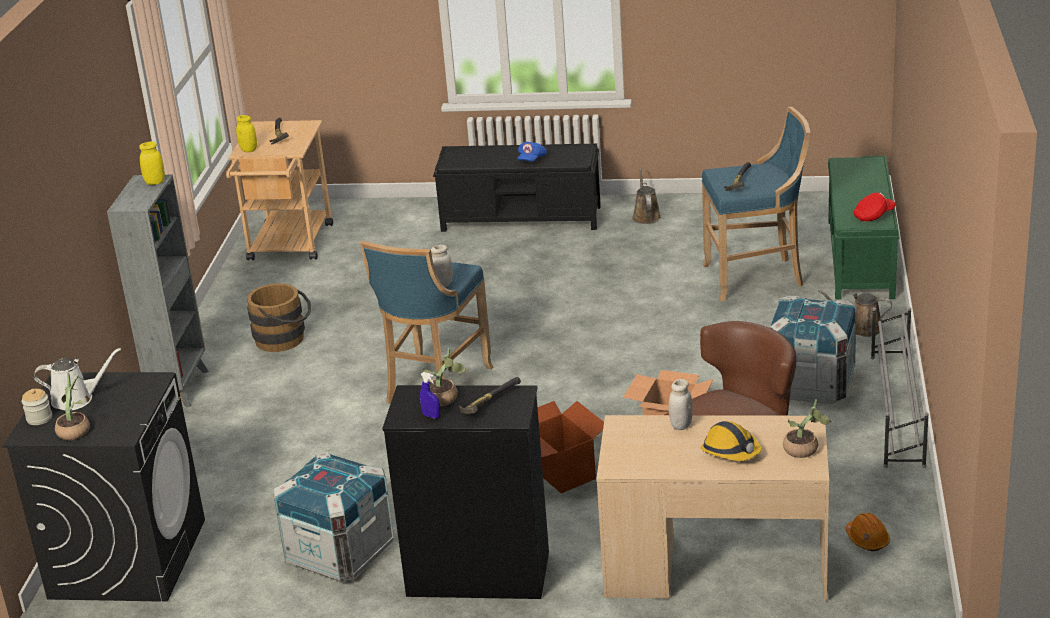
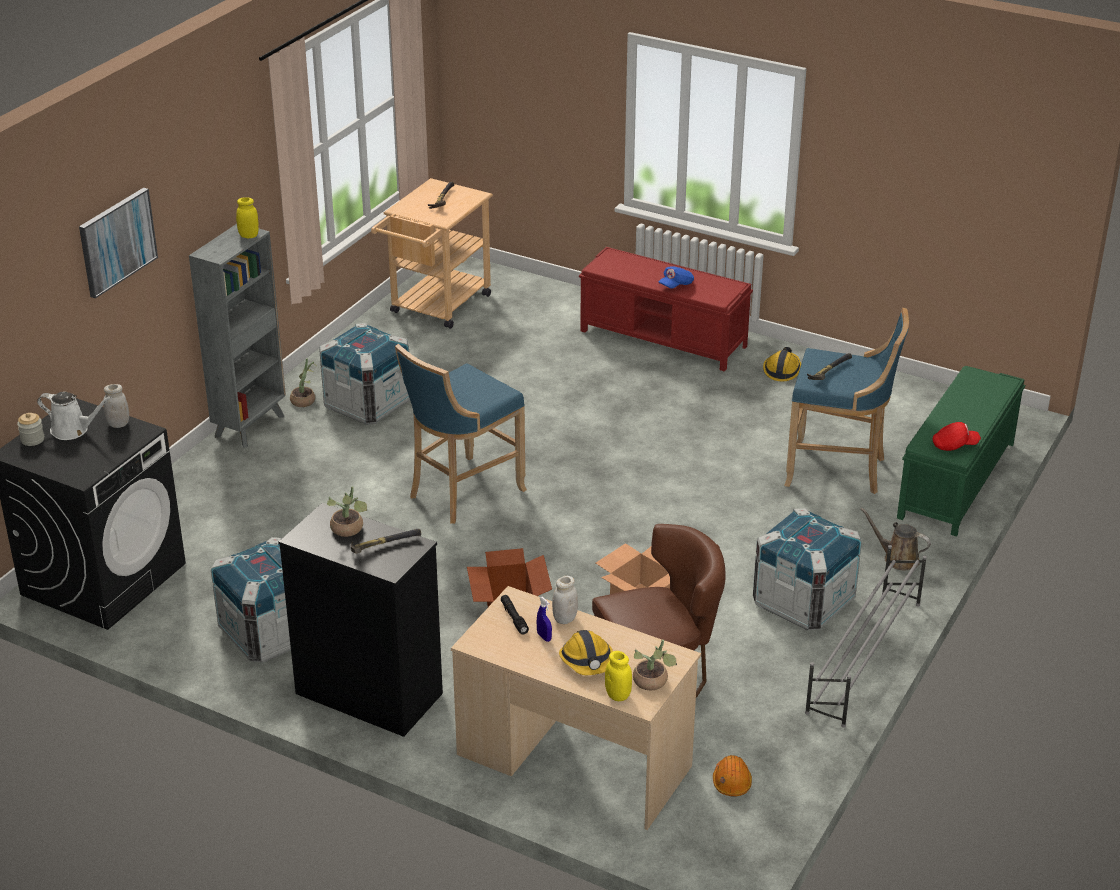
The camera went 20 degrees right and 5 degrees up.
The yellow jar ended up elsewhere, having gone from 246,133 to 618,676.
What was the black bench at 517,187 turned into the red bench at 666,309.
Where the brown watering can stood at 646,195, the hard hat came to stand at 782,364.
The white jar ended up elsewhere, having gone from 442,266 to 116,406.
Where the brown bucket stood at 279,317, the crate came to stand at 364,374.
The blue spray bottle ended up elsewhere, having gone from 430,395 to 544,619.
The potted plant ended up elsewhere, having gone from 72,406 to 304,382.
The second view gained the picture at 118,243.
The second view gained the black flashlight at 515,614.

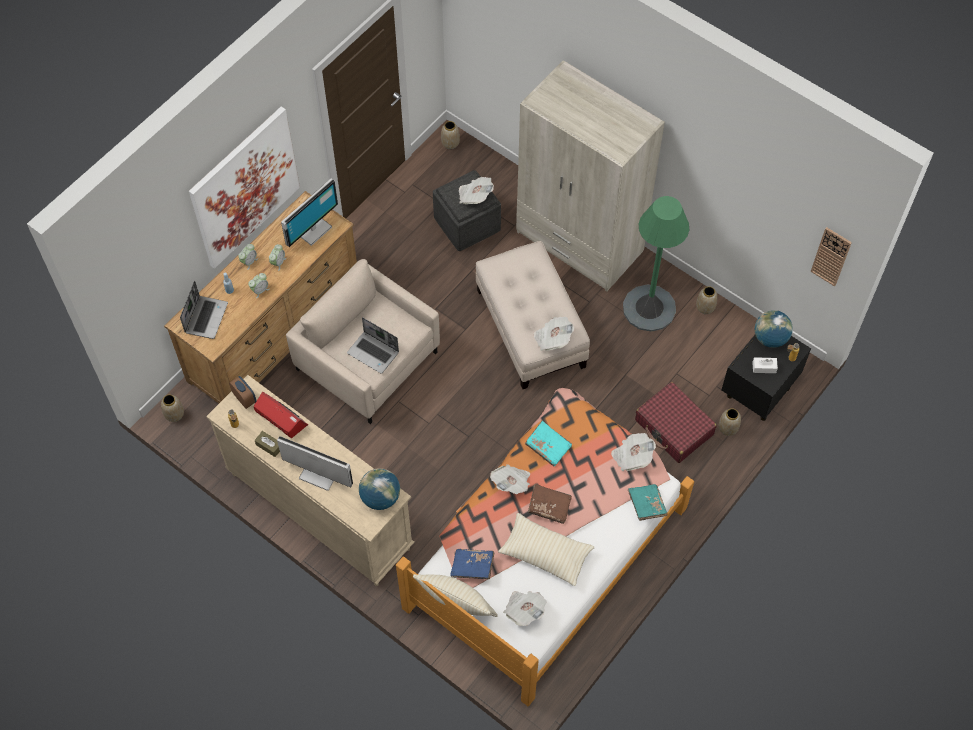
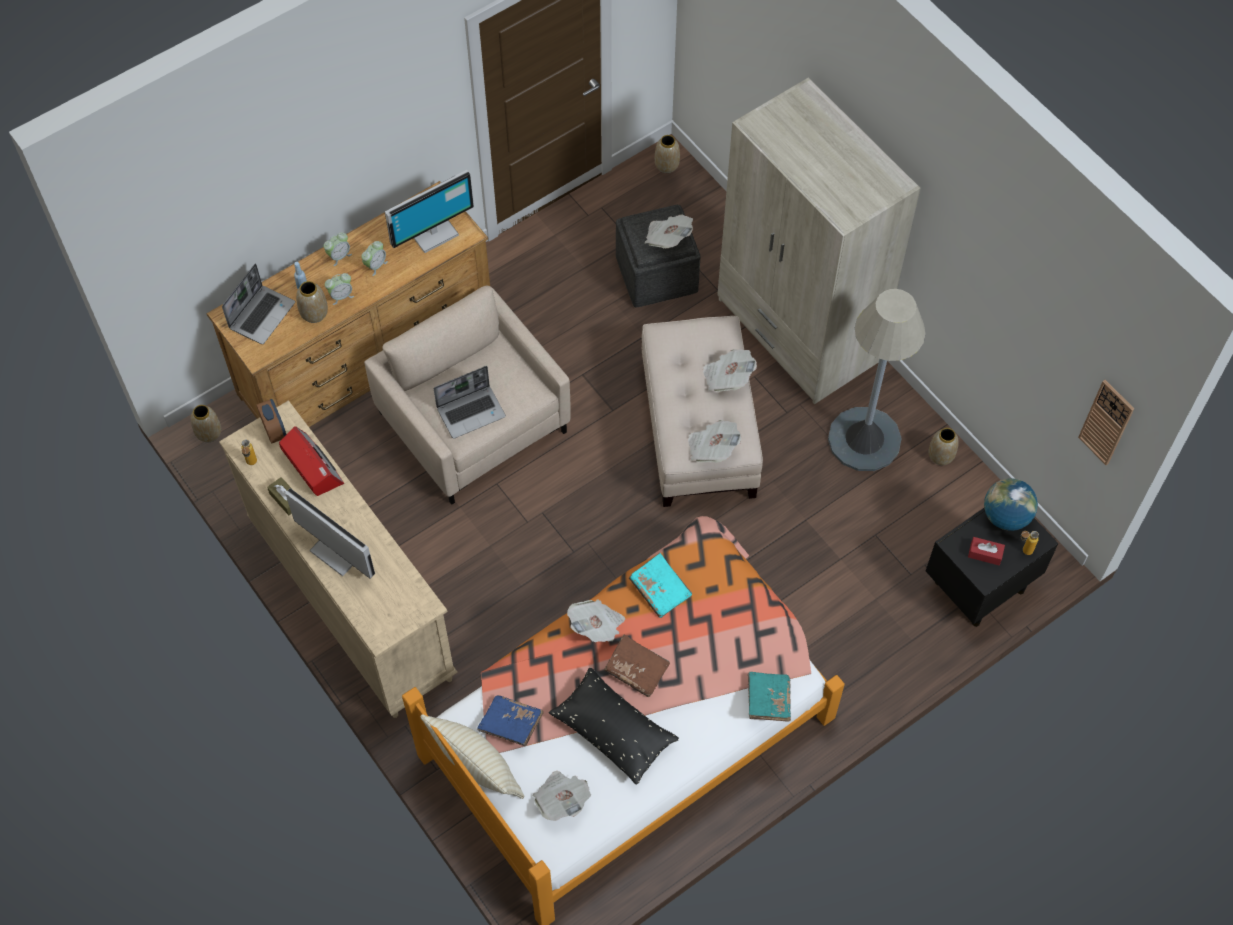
The camera went 15 degrees right and 0 degrees up.
The second view lost the picture at 244,187.
What was the green floor lamp at 656,264 turned into the grey floor lamp at 877,380.
The laptop at 373,345 ended up facing another way, 75 degrees counterclockwise from before.
What was the white tissue box at 765,365 turned into the red tissue box at 986,551.
The second view lost the red suitcase at 676,422.
The vase ended up elsewhere, having gone from 730,422 to 312,302.
The newspaper ended up elsewhere, having gone from 633,452 to 730,370.
The second view lost the globe at 379,489.
What was the beige pillow at 546,549 turned into the black pillow at 614,726.

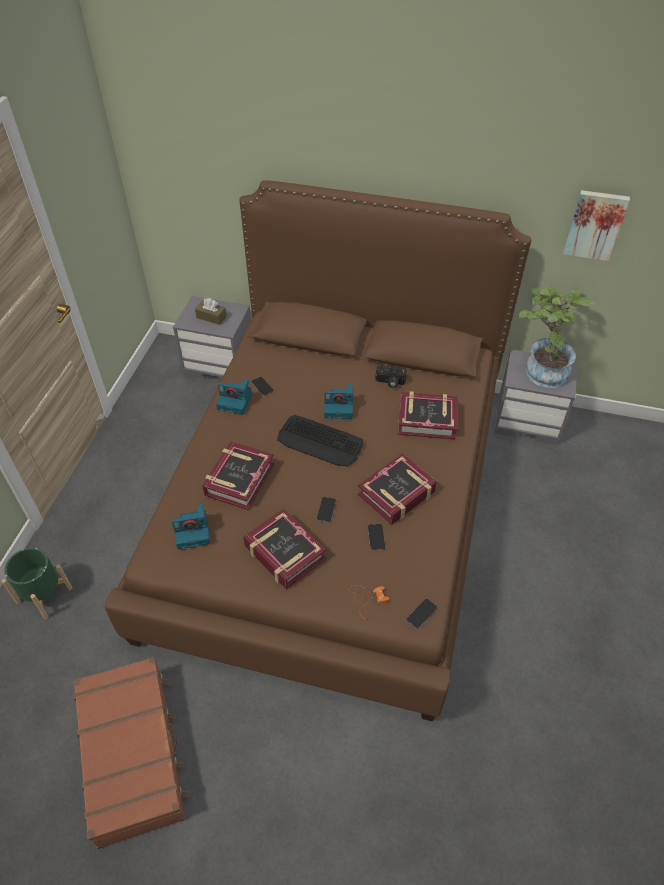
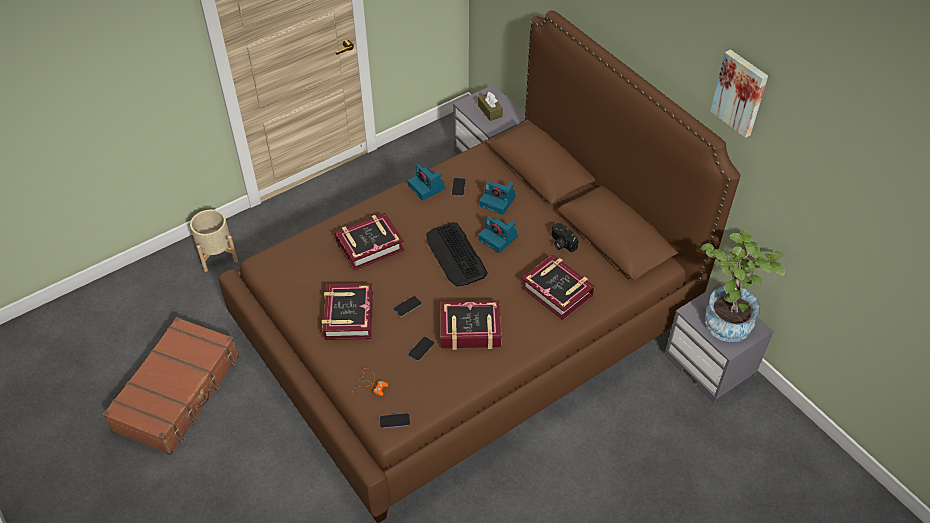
The camera went 40 degrees right and 0 degrees up.
The picture ended up elsewhere, having gone from 596,225 to 739,93.
The photo camera ended up elsewhere, having gone from 191,526 to 498,198.
What was the green planter at 37,583 turned into the beige planter at 214,241.

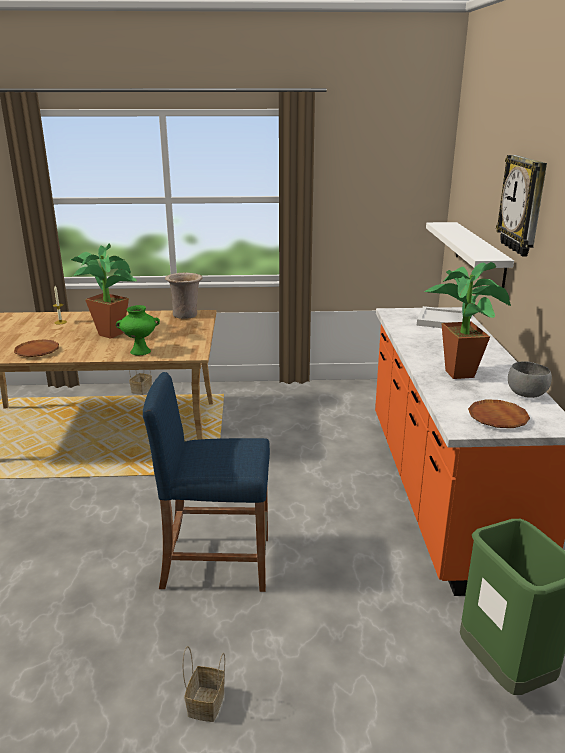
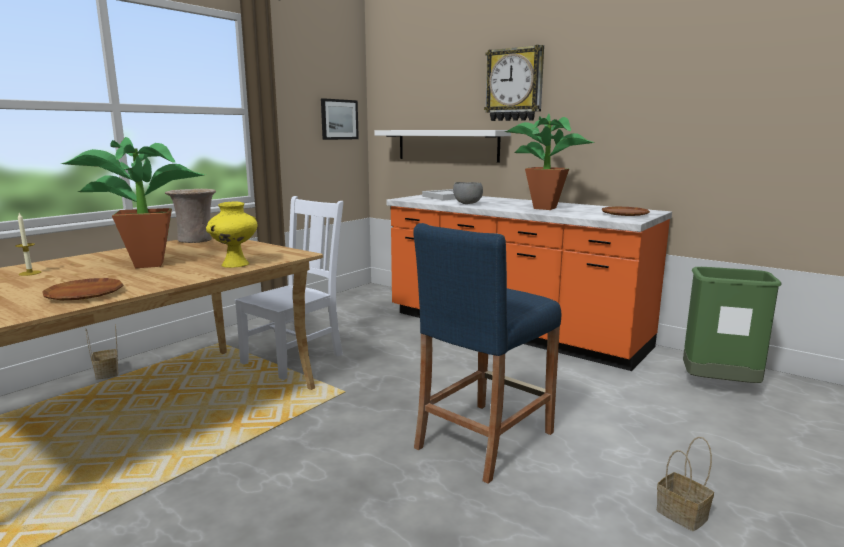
The camera went 50 degrees left and 10 degrees down.
What was the green vase at 138,330 turned into the yellow vase at 232,235.
The grey bowl ended up elsewhere, having gone from 530,379 to 468,193.
The second view gained the picture at 340,119.
The second view gained the white chair at 289,288.

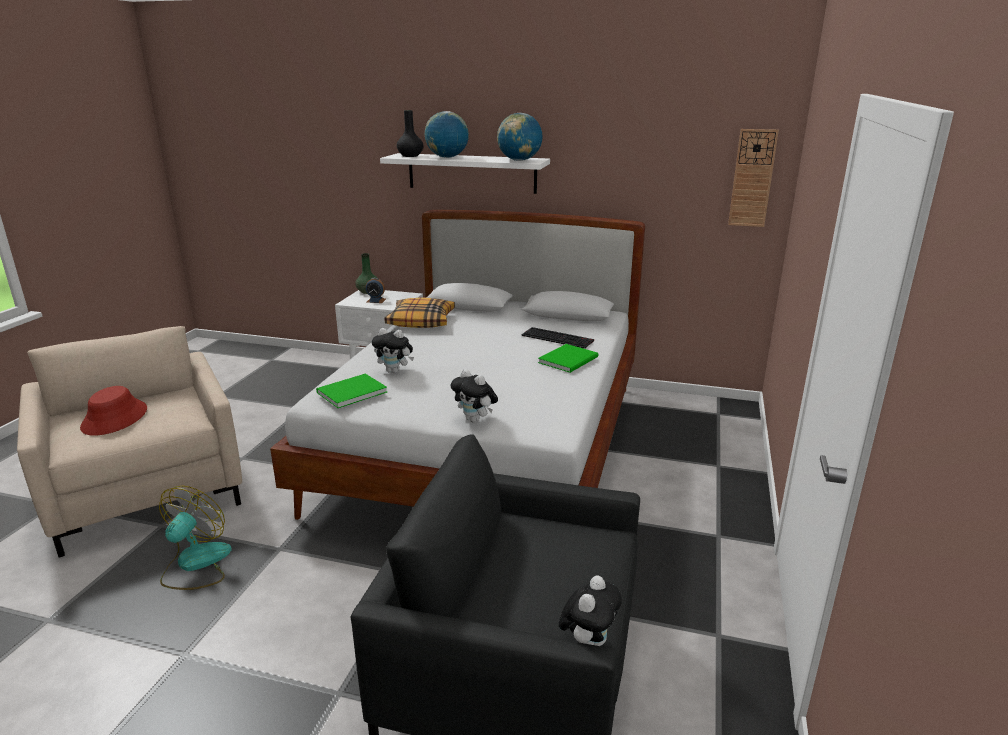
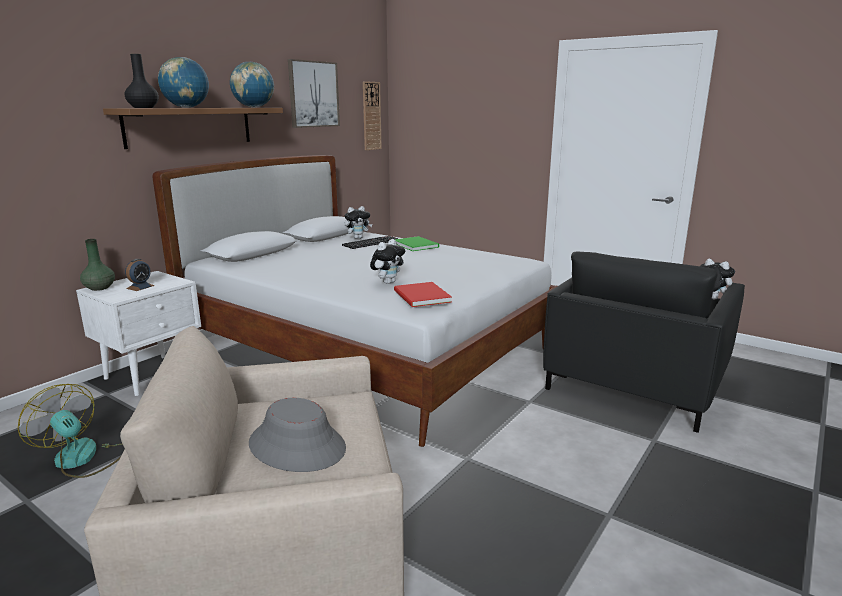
The camera went 70 degrees left and 5 degrees down.
What was the white shelf at 465,173 turned into the brown shelf at 193,128.
The second view lost the pillow at 419,313.
The plush toy ended up elsewhere, having gone from 474,396 to 358,222.
What was the green book at 351,391 turned into the red book at 423,294.
What was the red hat at 113,411 turned into the grey hat at 297,435.
The fan ended up elsewhere, having gone from 195,538 to 70,431.
The second view gained the picture at 314,93.

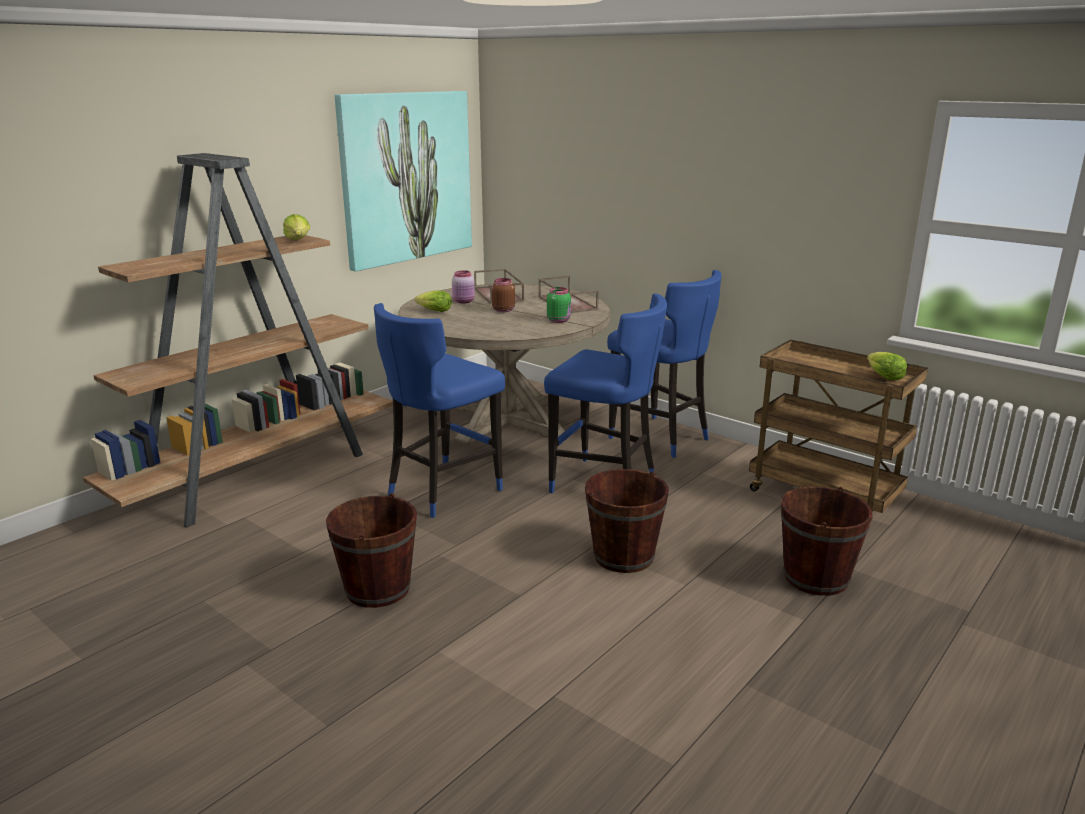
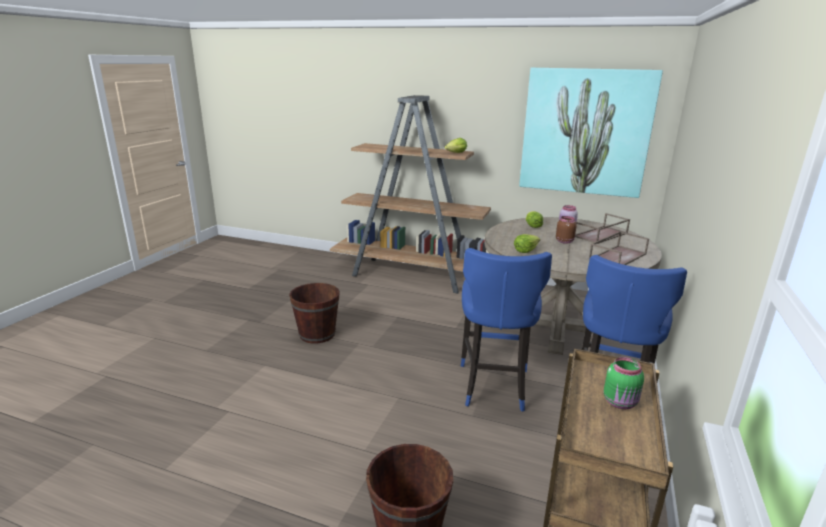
The camera went 70 degrees right and 0 degrees up.
The green jar ended up elsewhere, having gone from 559,305 to 624,383.
The second view lost the blue stool at 439,410.
The lettuce ended up elsewhere, having gone from 887,366 to 527,243.
The second view lost the brown bucket at 627,521.

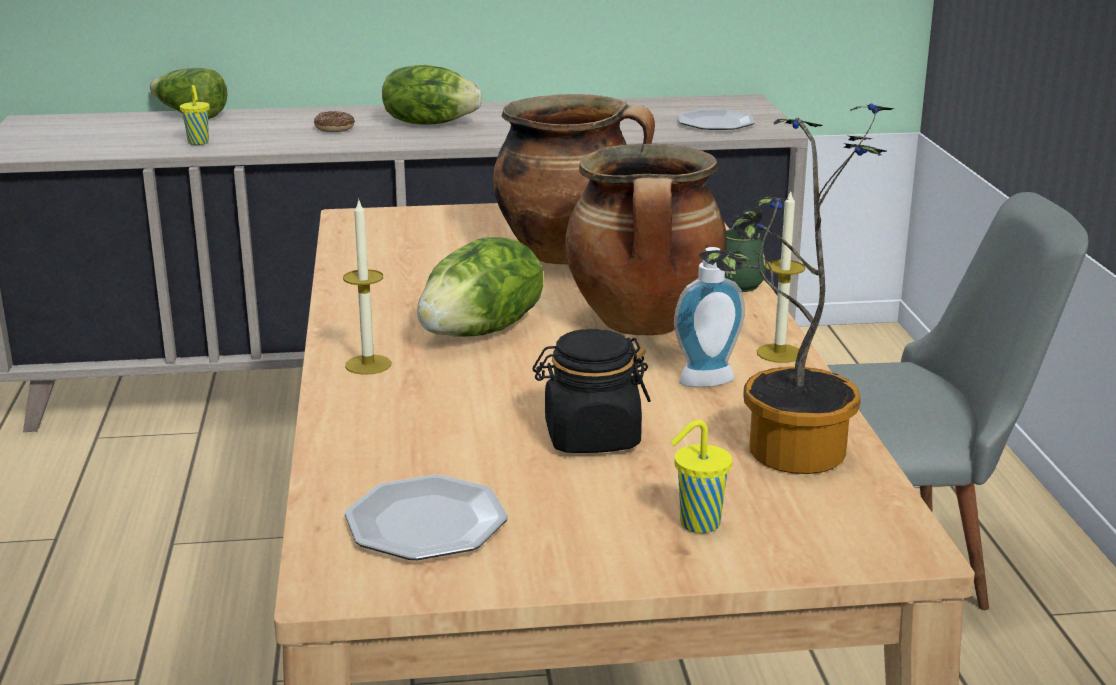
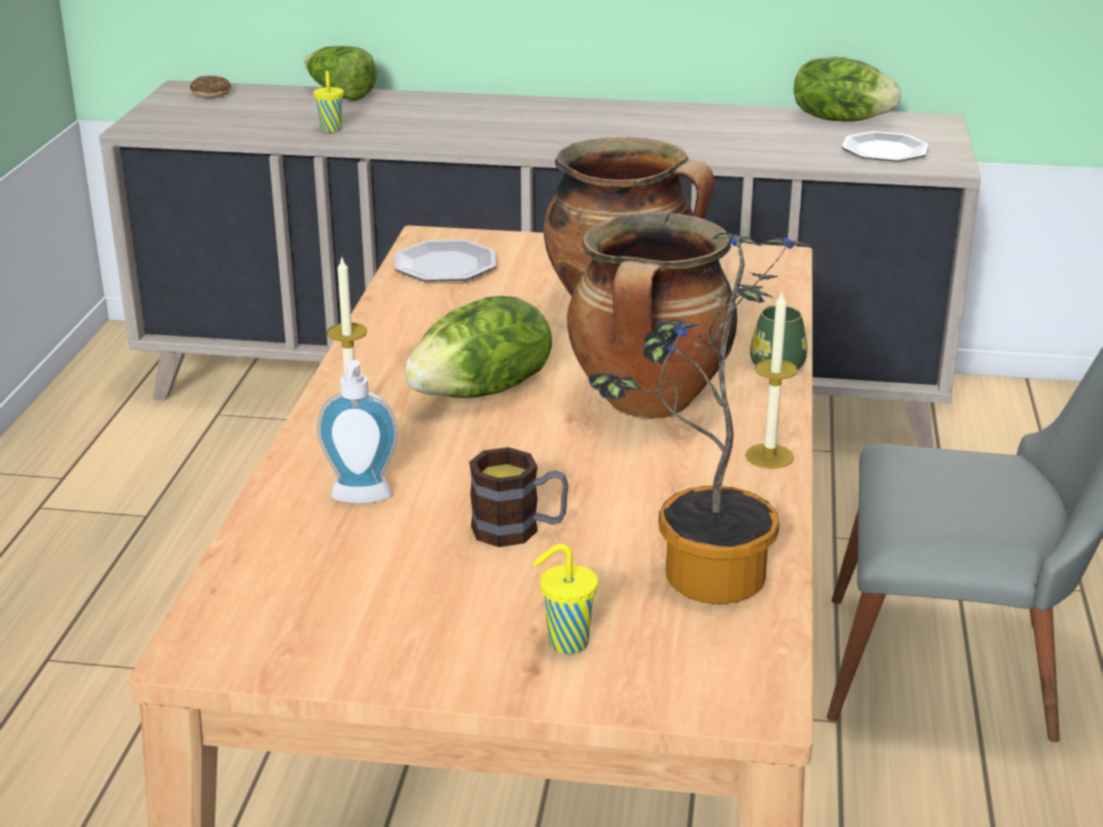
The camera went 15 degrees right and 5 degrees up.
The lettuce ended up elsewhere, having gone from 432,95 to 847,89.
The donut ended up elsewhere, having gone from 334,121 to 210,87.
The soap dispenser ended up elsewhere, having gone from 709,317 to 357,432.
Where the black jar stood at 591,391, the mug came to stand at 518,497.
The plate ended up elsewhere, having gone from 426,517 to 445,261.

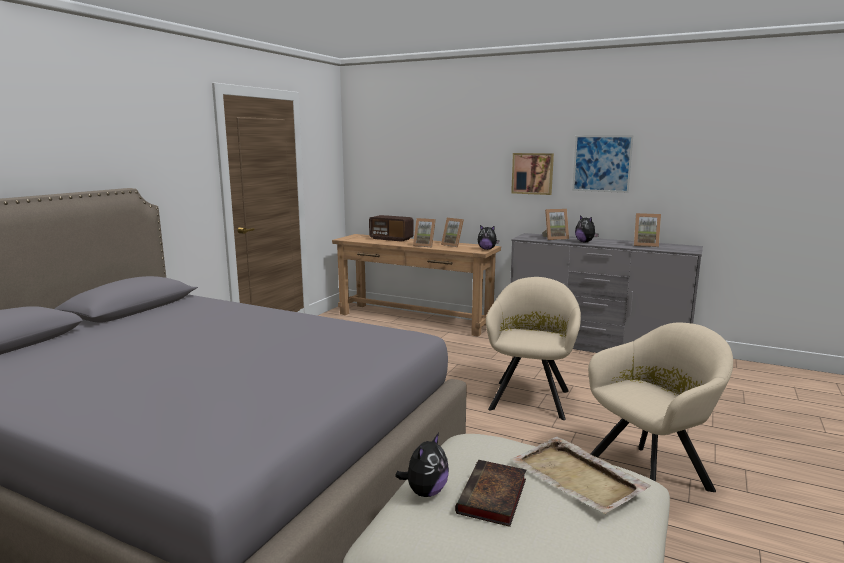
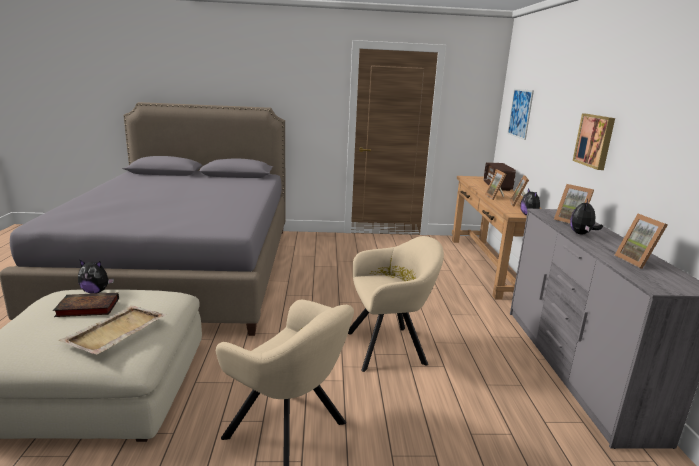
The camera went 60 degrees right and 5 degrees up.
The picture ended up elsewhere, having gone from 603,164 to 520,114.

